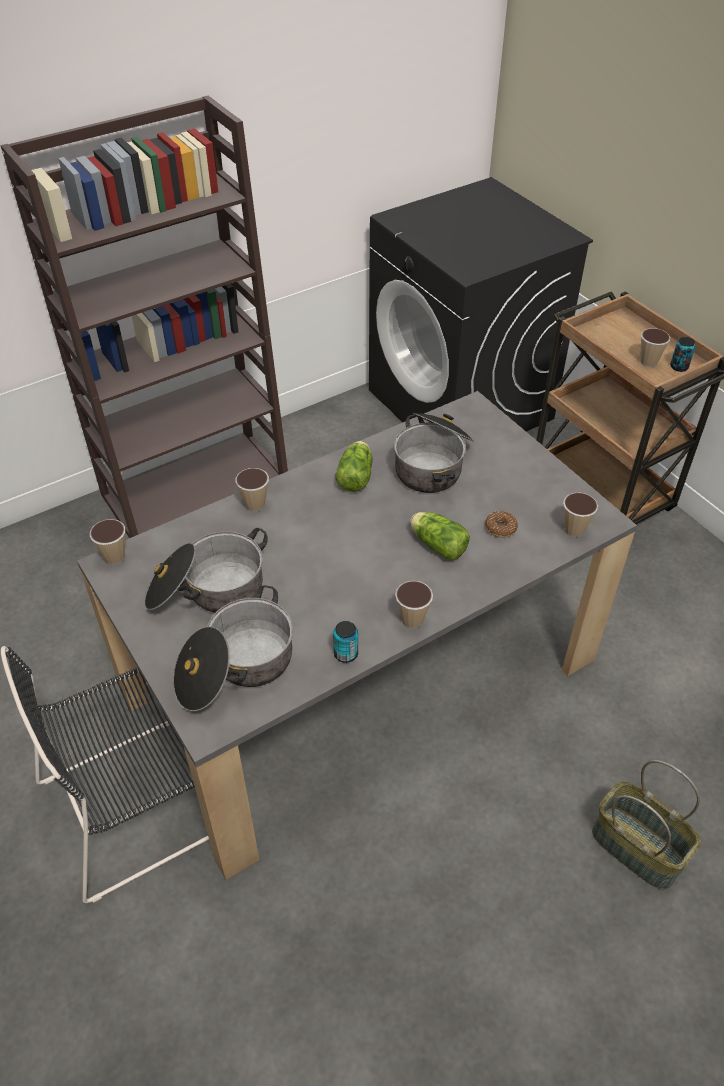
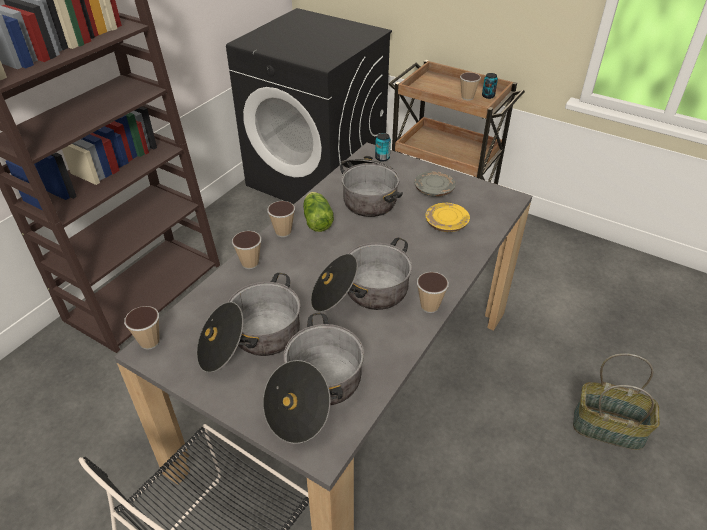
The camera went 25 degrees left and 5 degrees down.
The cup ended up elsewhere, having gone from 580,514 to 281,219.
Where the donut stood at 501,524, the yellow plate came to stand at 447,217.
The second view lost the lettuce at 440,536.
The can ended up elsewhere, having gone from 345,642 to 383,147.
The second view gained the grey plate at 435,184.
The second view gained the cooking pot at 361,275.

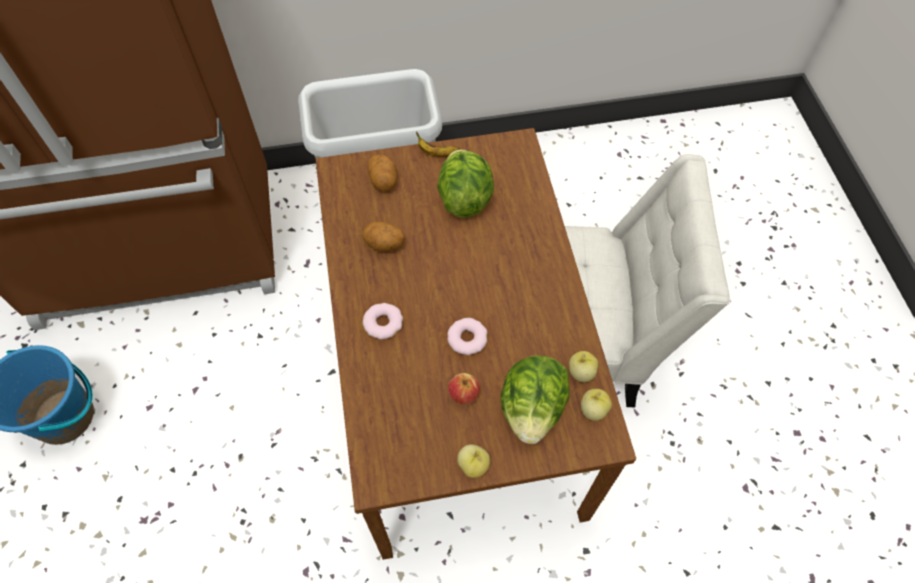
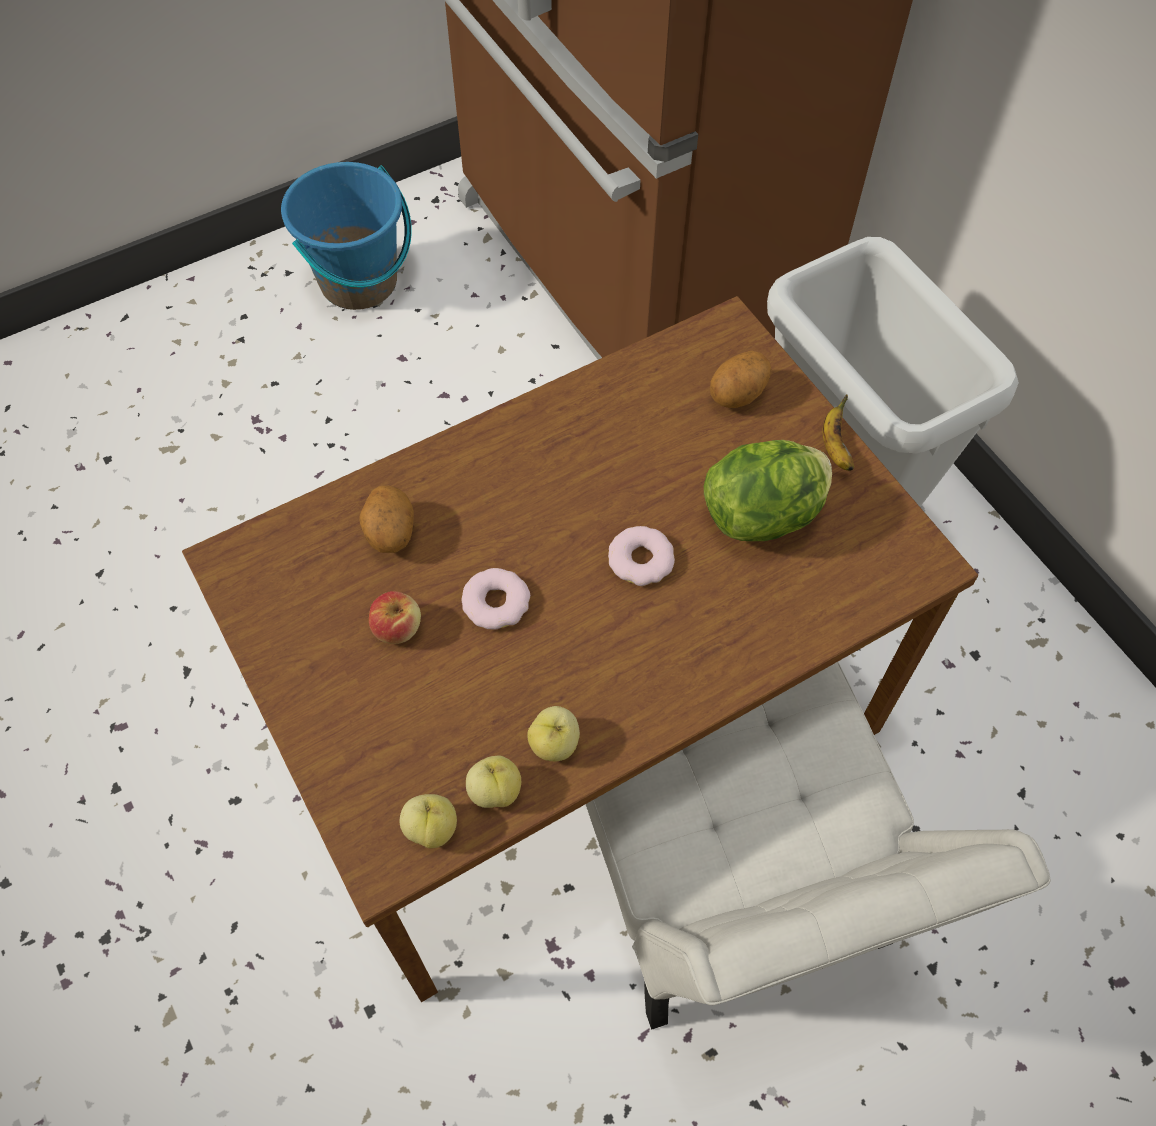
The camera went 70 degrees right and 0 degrees up.
The potato ended up elsewhere, having gone from 383,237 to 386,519.
The donut ended up elsewhere, having gone from 383,321 to 641,556.
The second view lost the lettuce at 535,399.
The apple ended up elsewhere, having gone from 473,461 to 553,733.

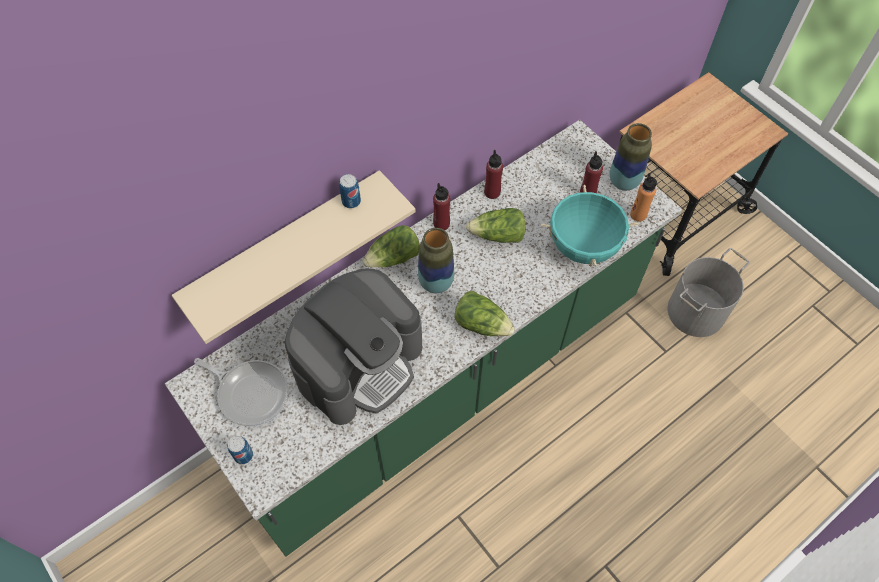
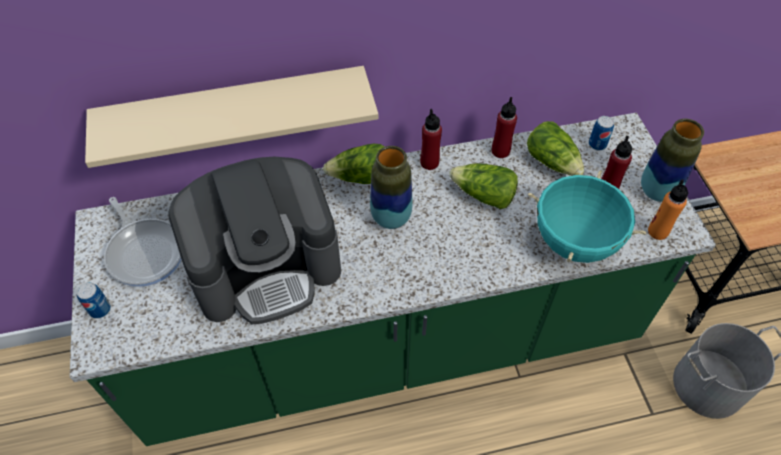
The camera went 25 degrees right and 5 degrees down.
The can ended up elsewhere, having gone from 350,191 to 601,133.
The lettuce ended up elsewhere, having gone from 484,313 to 556,148.

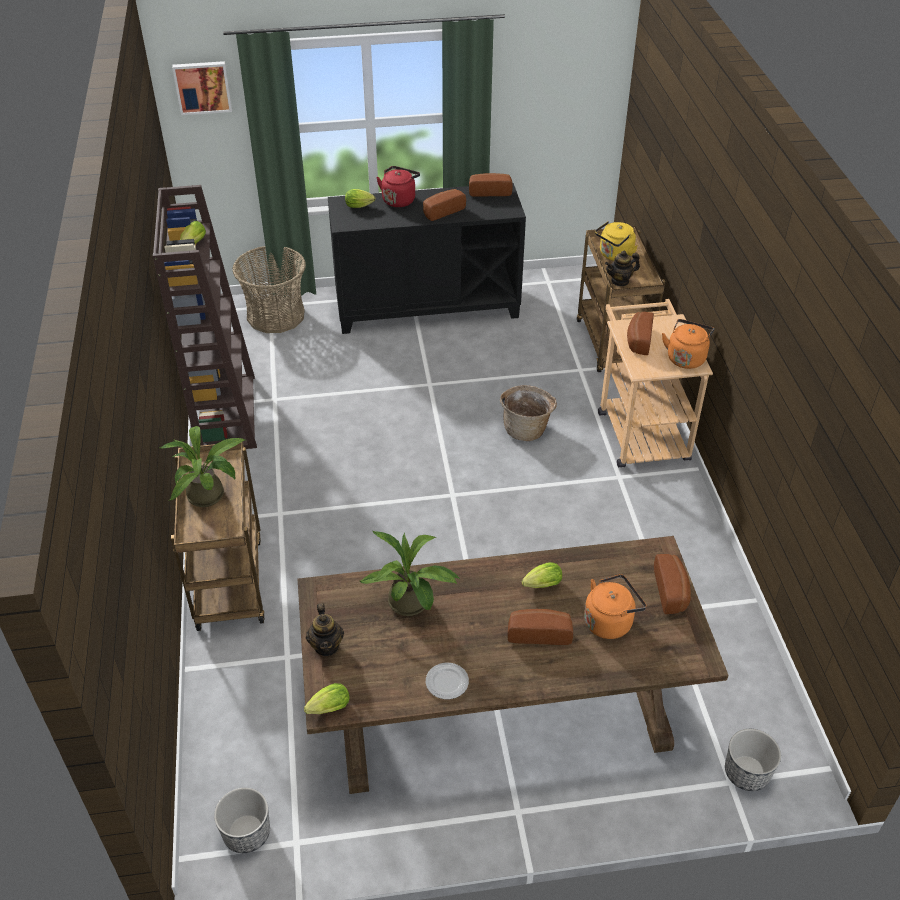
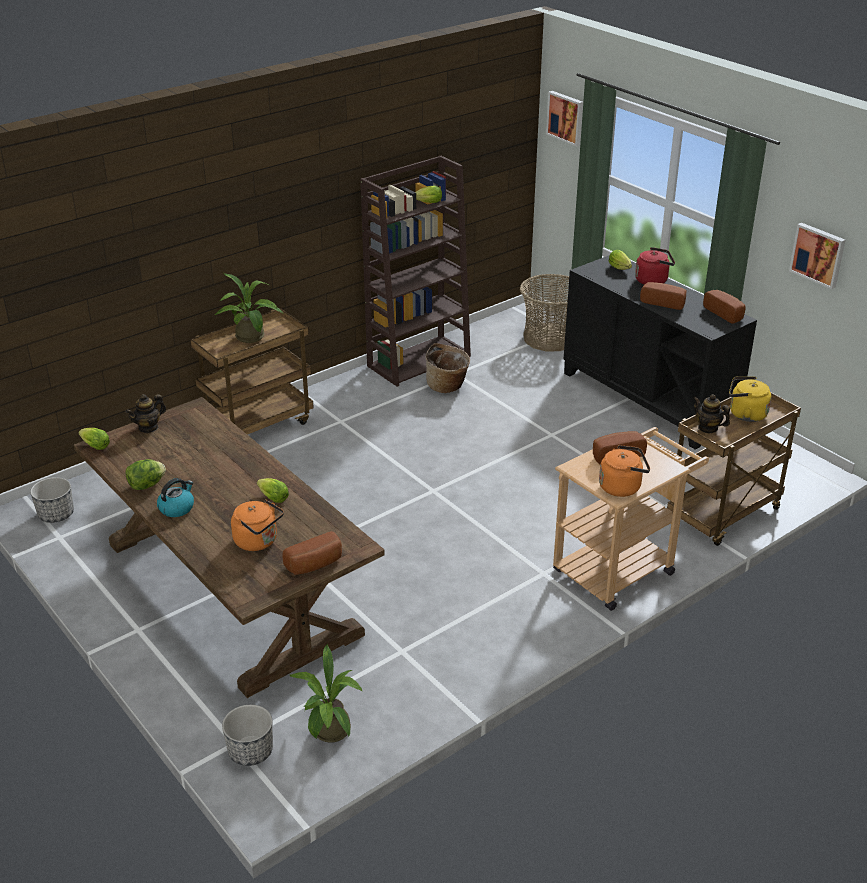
The camera went 60 degrees right and 10 degrees down.
The basket ended up elsewhere, having gone from 528,413 to 447,368.
The potted plant ended up elsewhere, having gone from 410,573 to 326,693.
The second view lost the bread at 540,627.
Where the plate stood at 447,681, the lettuce came to stand at 145,474.
The second view gained the picture at 817,256.
The second view gained the kettle at 175,497.

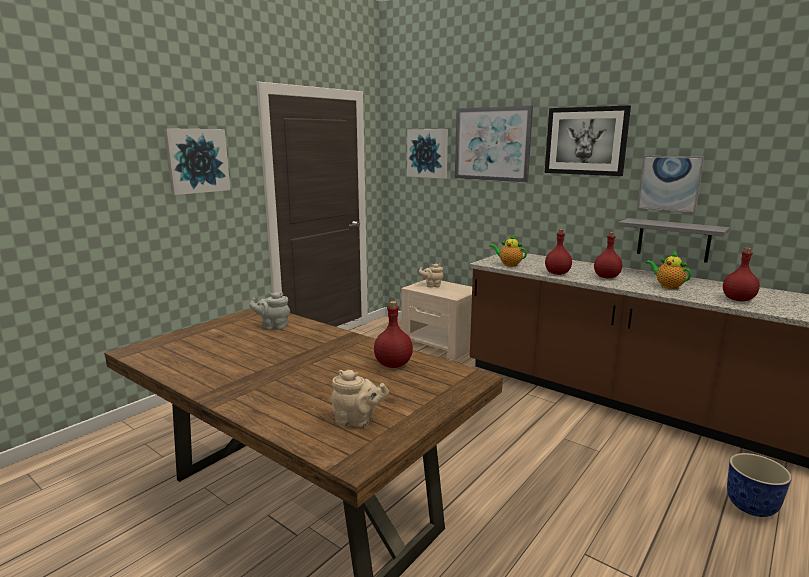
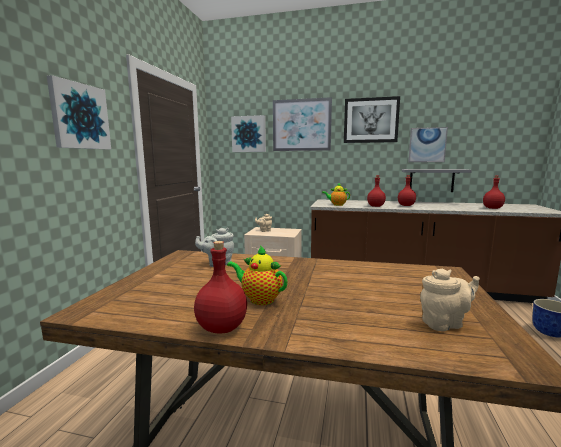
The camera went 25 degrees left and 5 degrees down.
The teapot ended up elsewhere, having gone from 668,270 to 257,275.
The red bottle ended up elsewhere, having gone from 393,334 to 220,287.

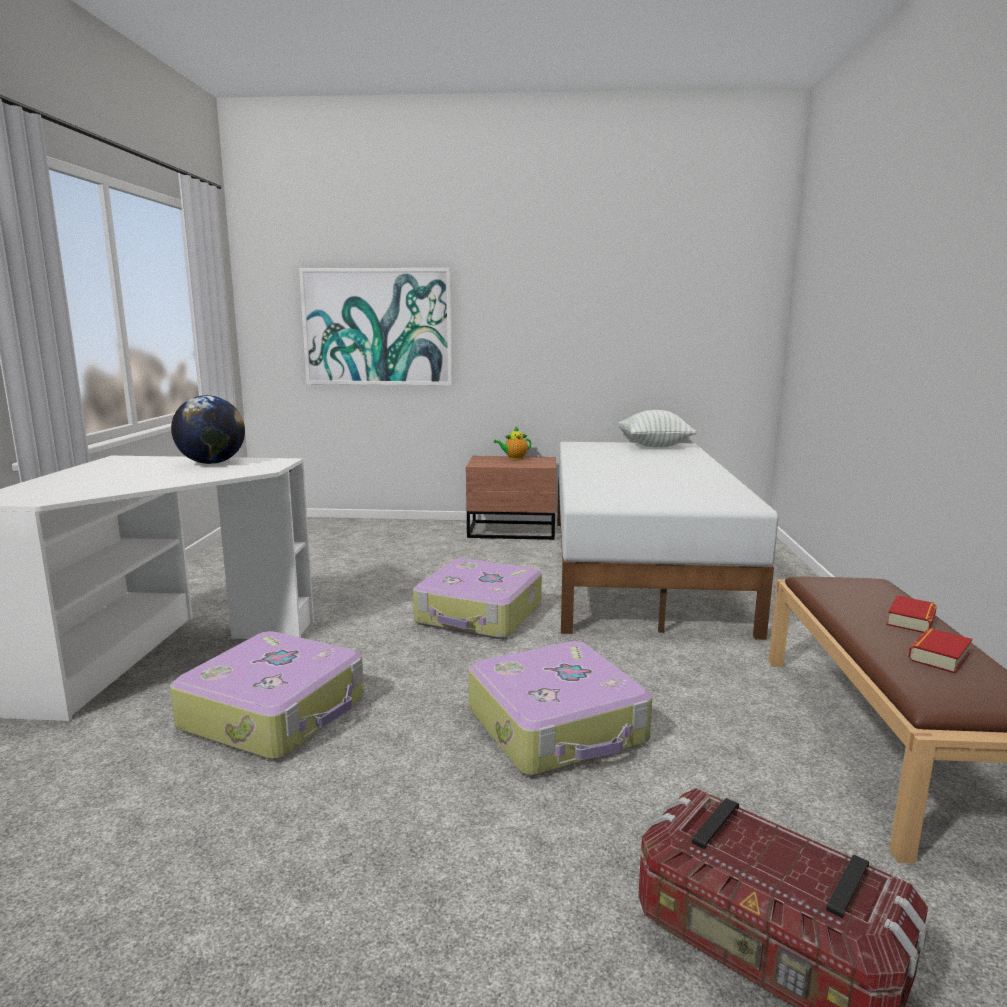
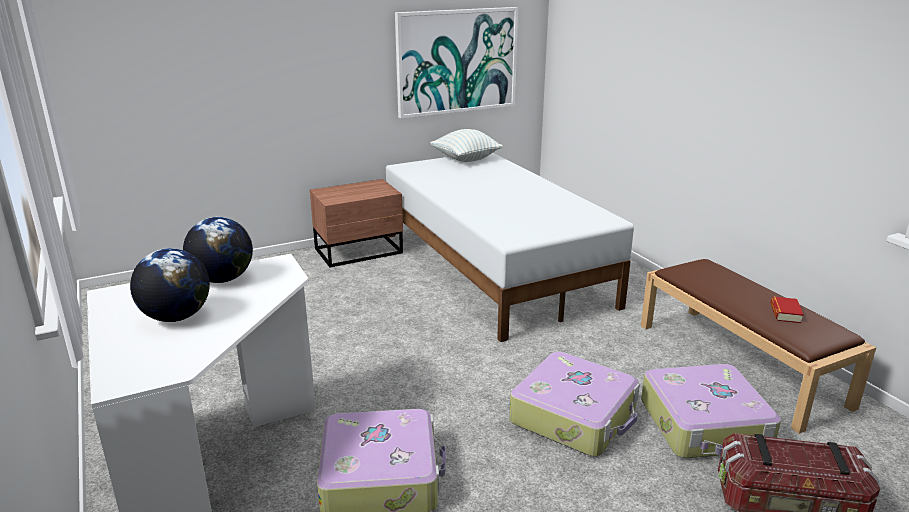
The camera went 30 degrees left and 10 degrees up.
The picture ended up elsewhere, having gone from 376,326 to 456,62.
The second view lost the teapot at 512,443.
The suitcase ended up elsewhere, having gone from 477,598 to 711,411.
The second view lost the book at 912,614.
The second view gained the globe at 170,285.

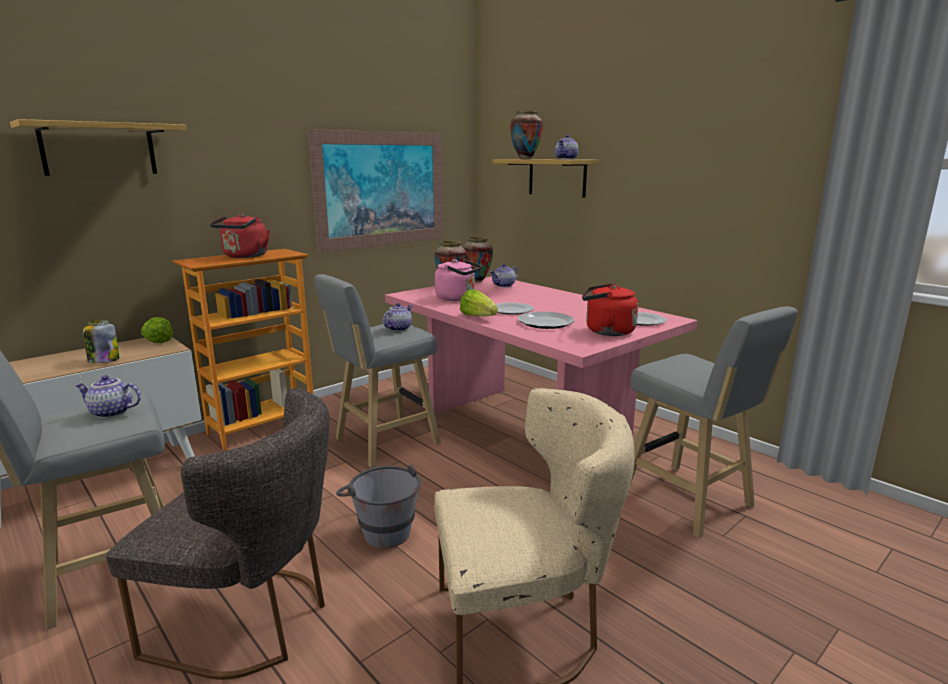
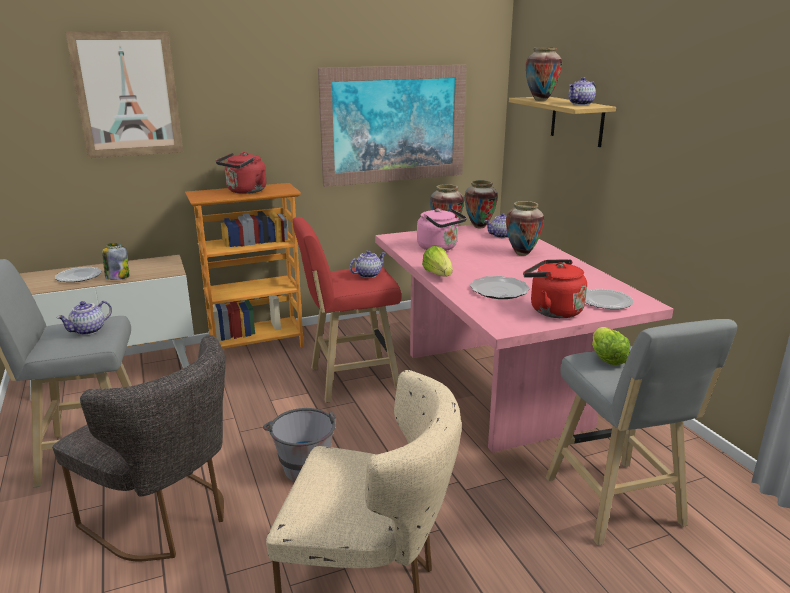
The camera went 20 degrees right and 5 degrees up.
Where the shelf hung at 98,147, the picture came to hang at 124,94.
What was the grey stool at 377,371 turned into the red stool at 347,310.
The plate ended up elsewhere, having gone from 514,308 to 78,274.
The lettuce ended up elsewhere, having gone from 157,330 to 611,346.
The teapot at 108,396 ended up facing another way, 75 degrees counterclockwise from before.
The second view gained the vase at 525,228.

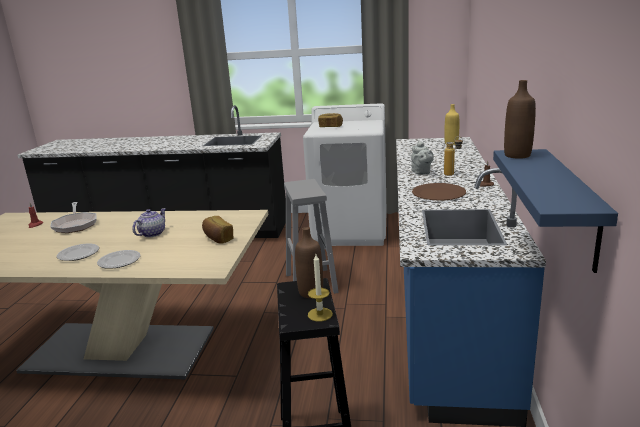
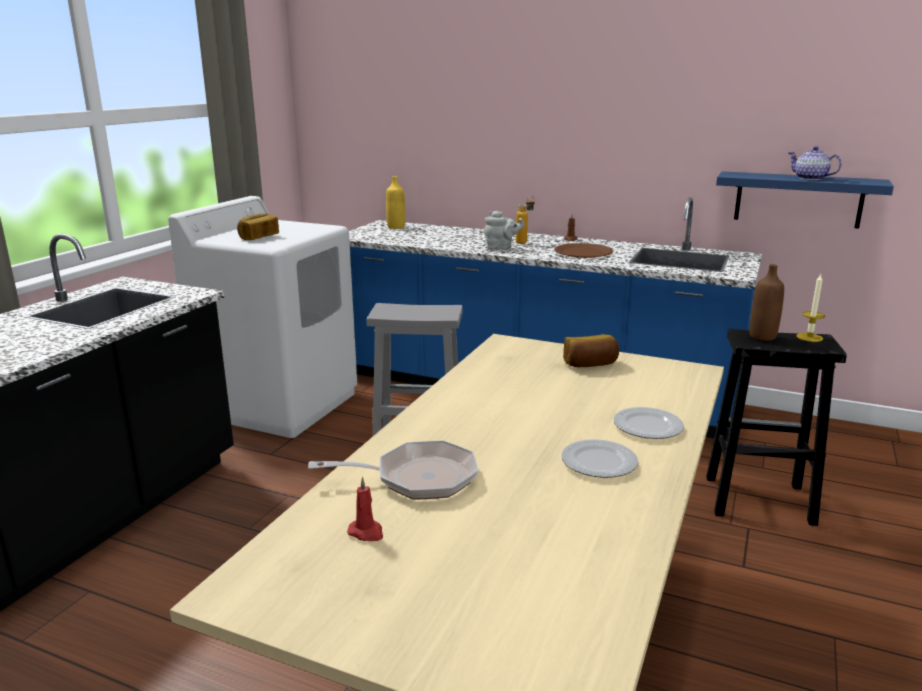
The camera went 75 degrees left and 0 degrees up.
The second view lost the brown bottle at 520,119.
The teapot ended up elsewhere, having gone from 149,222 to 815,163.

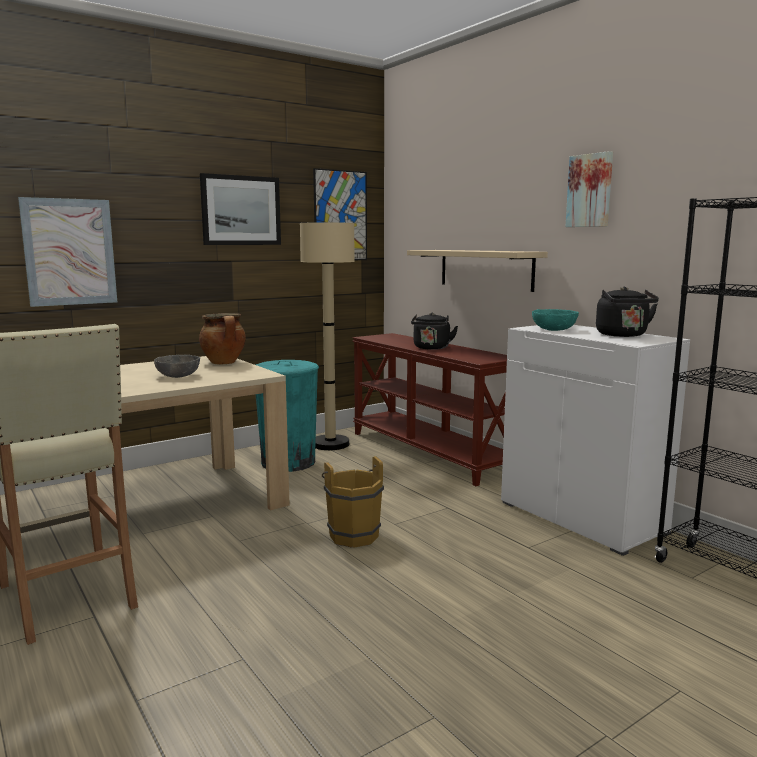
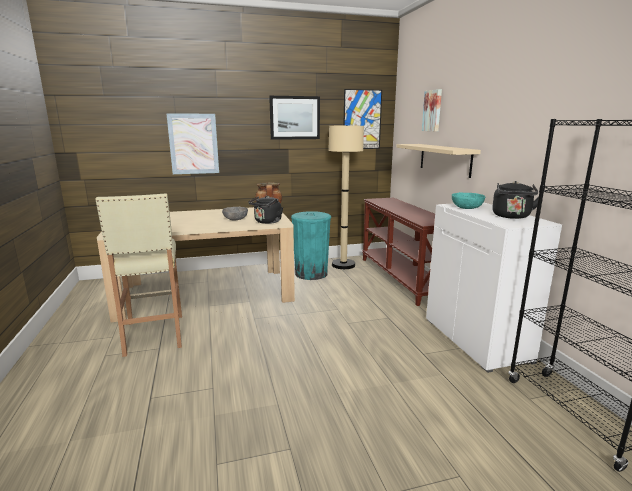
The camera went 20 degrees right and 5 degrees up.
The picture ended up elsewhere, having gone from 589,189 to 432,110.
The black kettle ended up elsewhere, having gone from 434,331 to 265,210.
The second view lost the brown bucket at 353,502.

